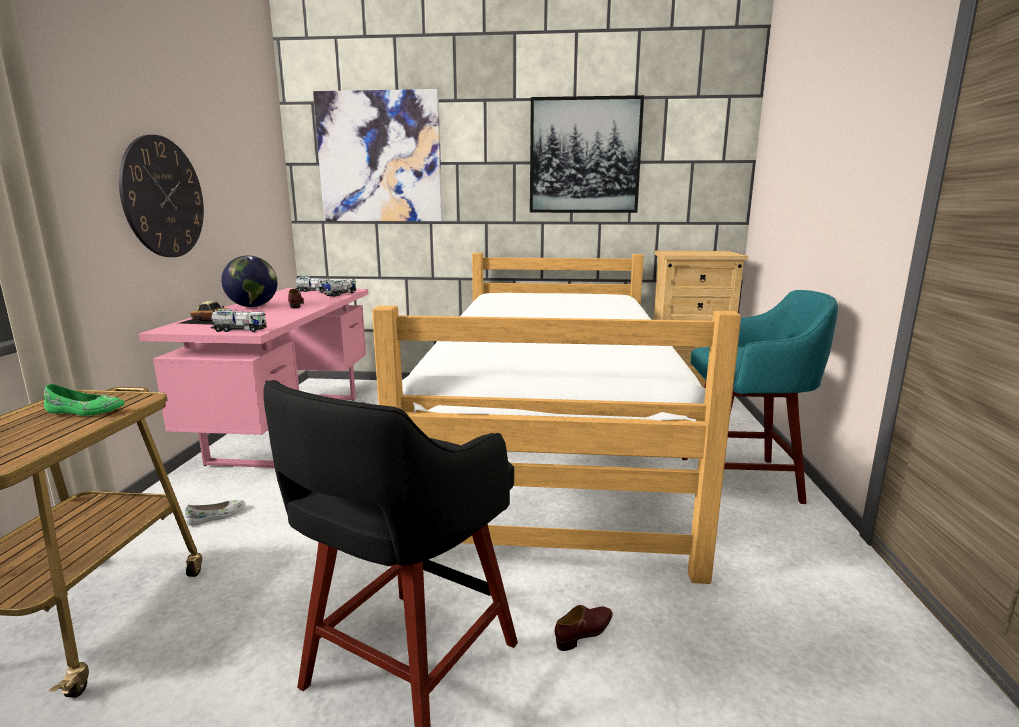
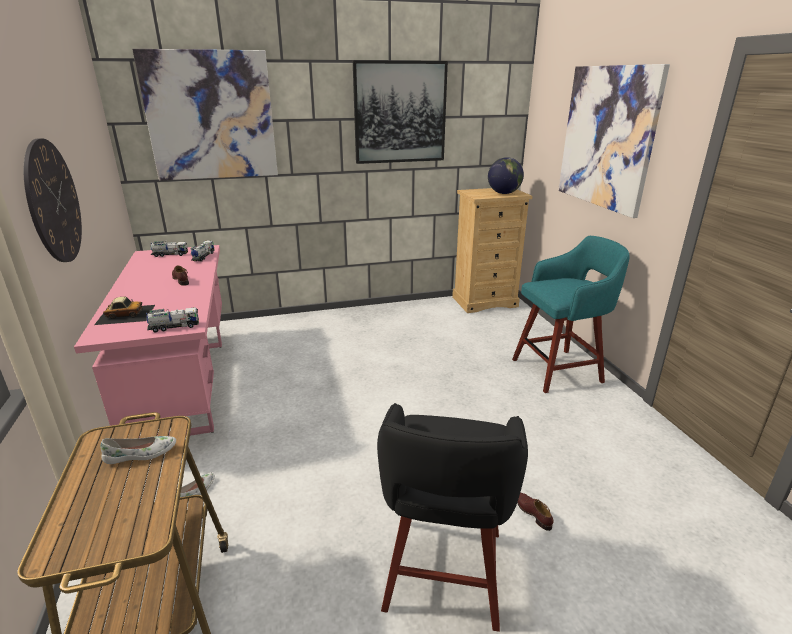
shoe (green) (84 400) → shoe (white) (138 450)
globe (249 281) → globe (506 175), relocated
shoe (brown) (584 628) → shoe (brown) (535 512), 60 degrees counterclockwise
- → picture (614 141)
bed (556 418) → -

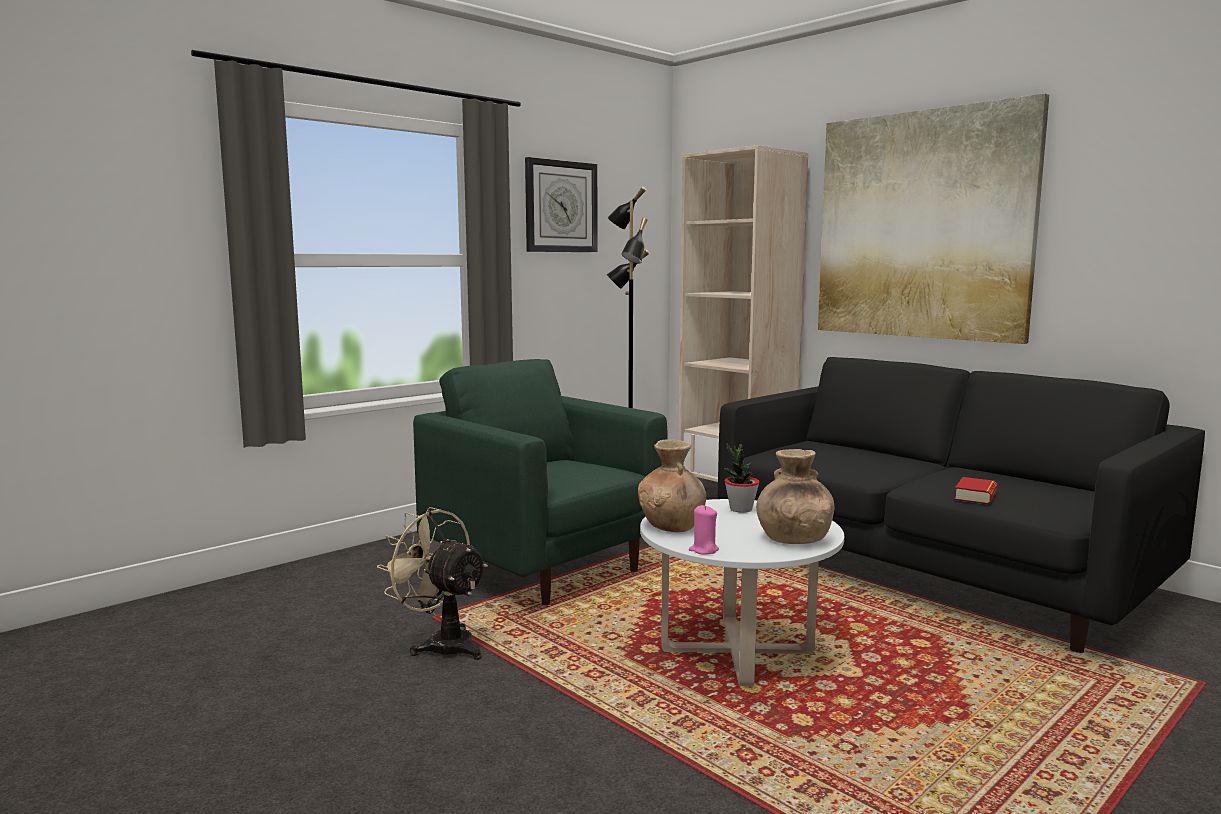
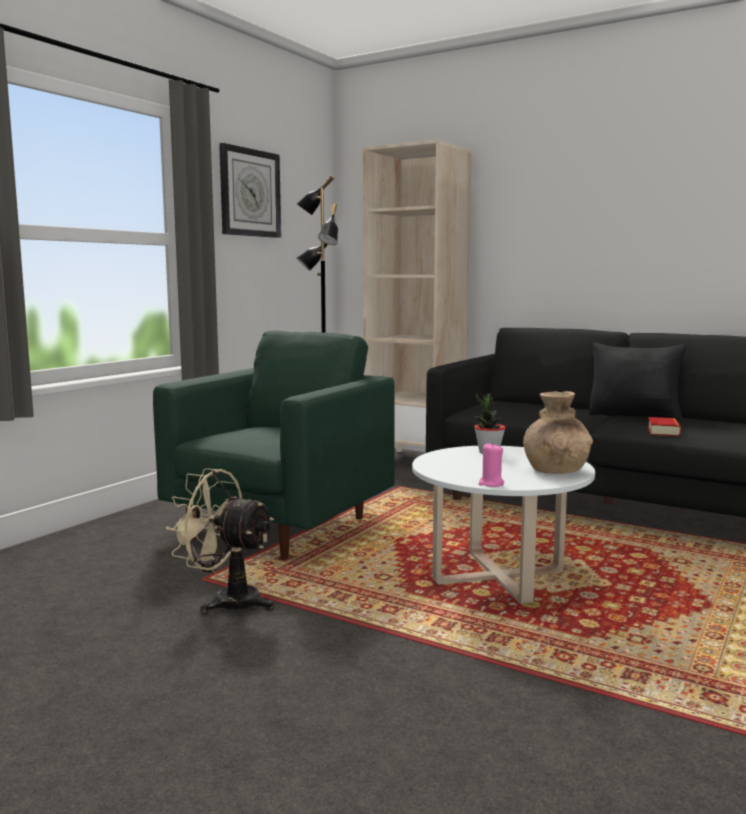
armchair (green) (540 482) → armchair (green) (273 445), 90 degrees clockwise
- → pillow (black) (637 381)
vase (brown) (672 485) → -
picture (933 218) → -

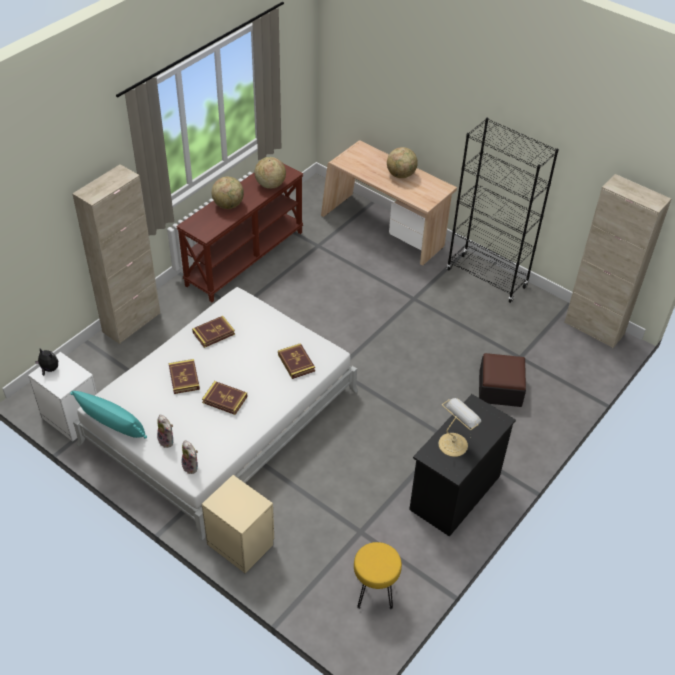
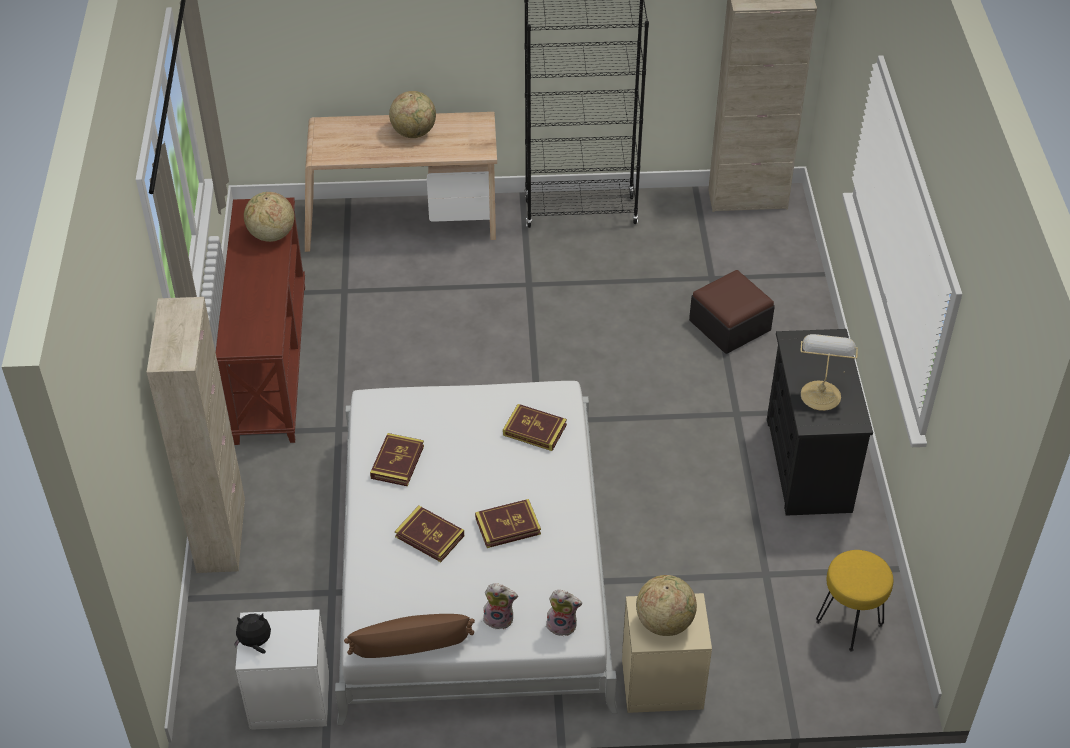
pillow (turquoise) (108 415) → pillow (brown) (409 636)
globe (228 193) → globe (666 605), relocated

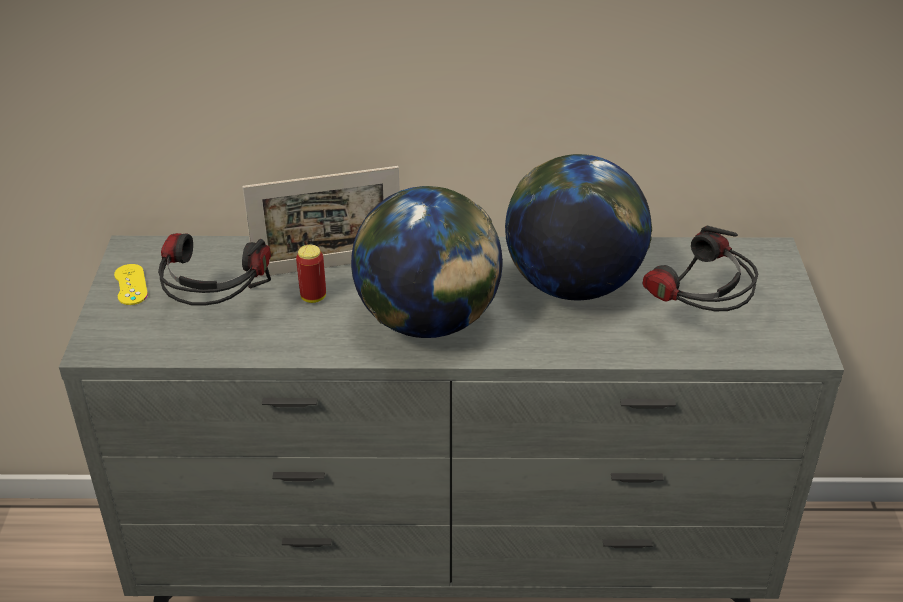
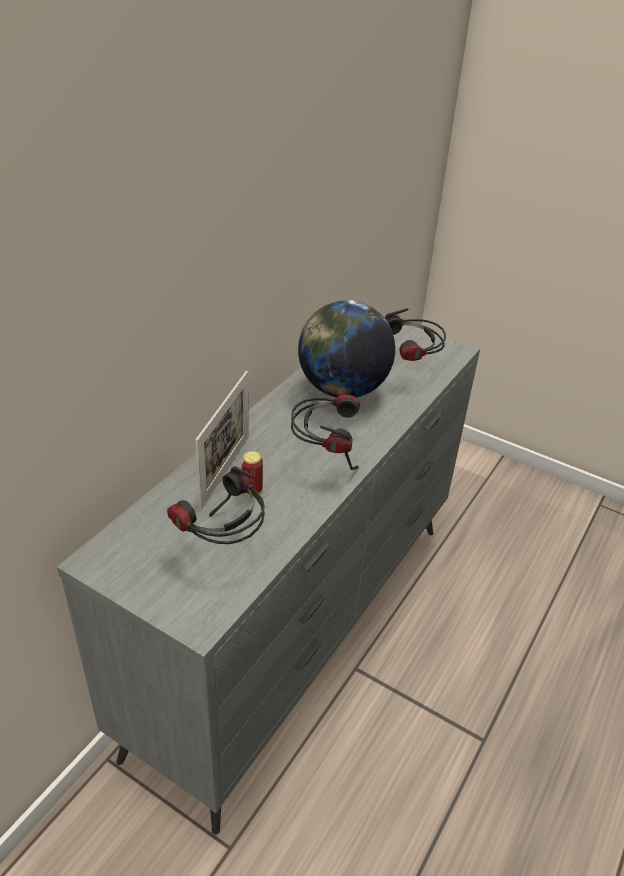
globe (427 262) → headphones (325 432)
game controller (yellow) (131 284) → -

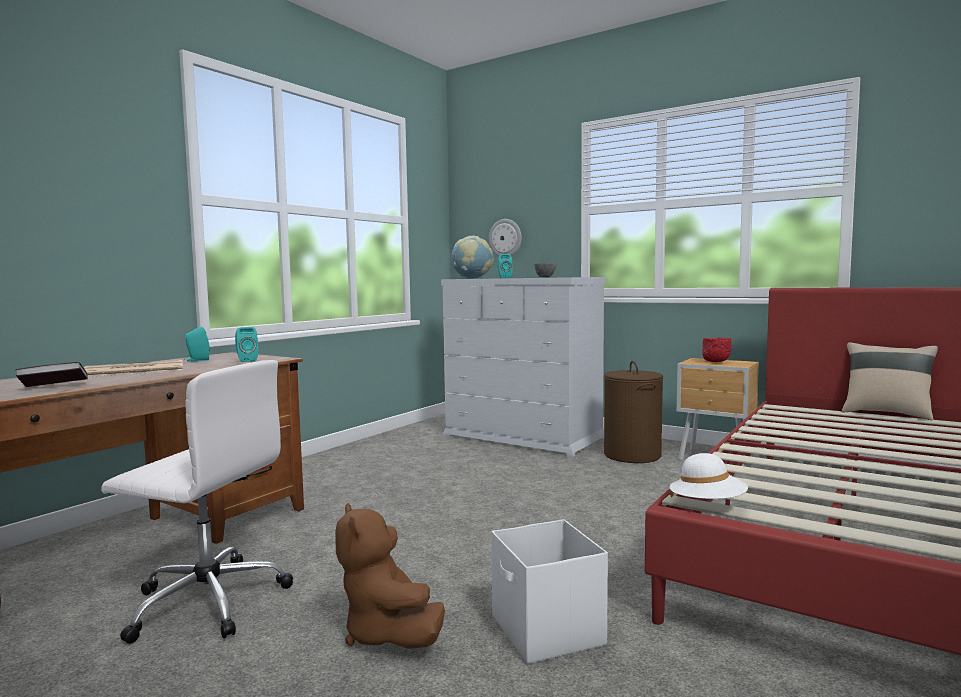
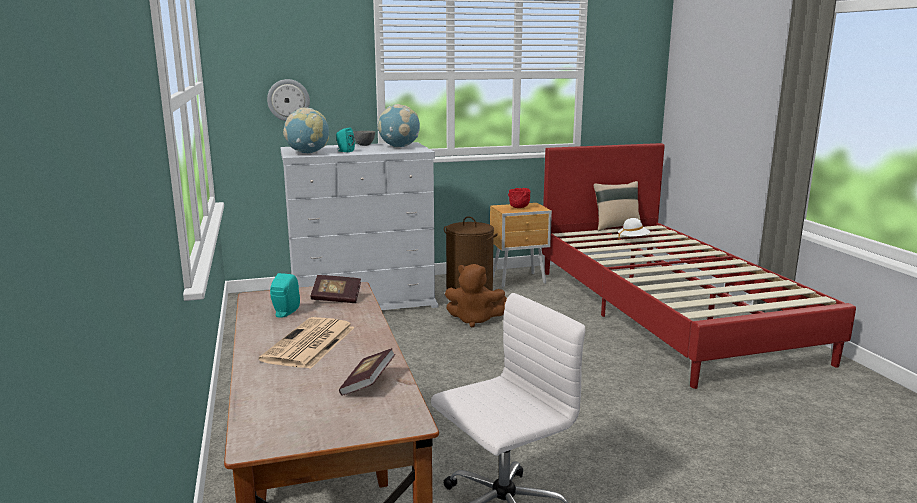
speaker (turquoise) (246 344) → book (335 289)
- → globe (398 125)
plush toy (brown) (390 576) → plush toy (brown) (476 295), relocated
hat (white) (709 476) → hat (white) (634 229), relocated
storage box (white) (549 591) → -

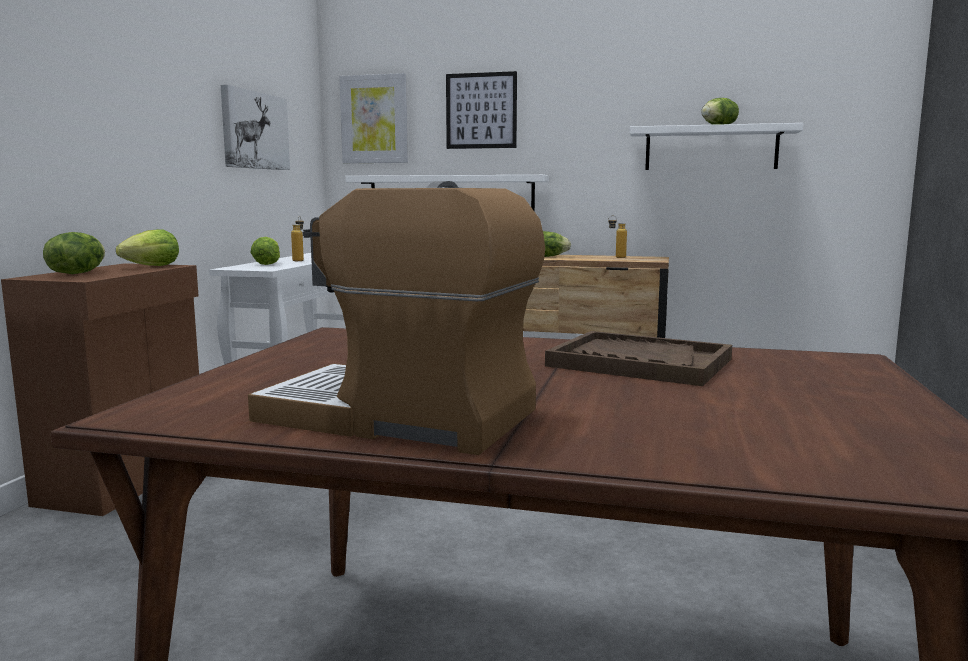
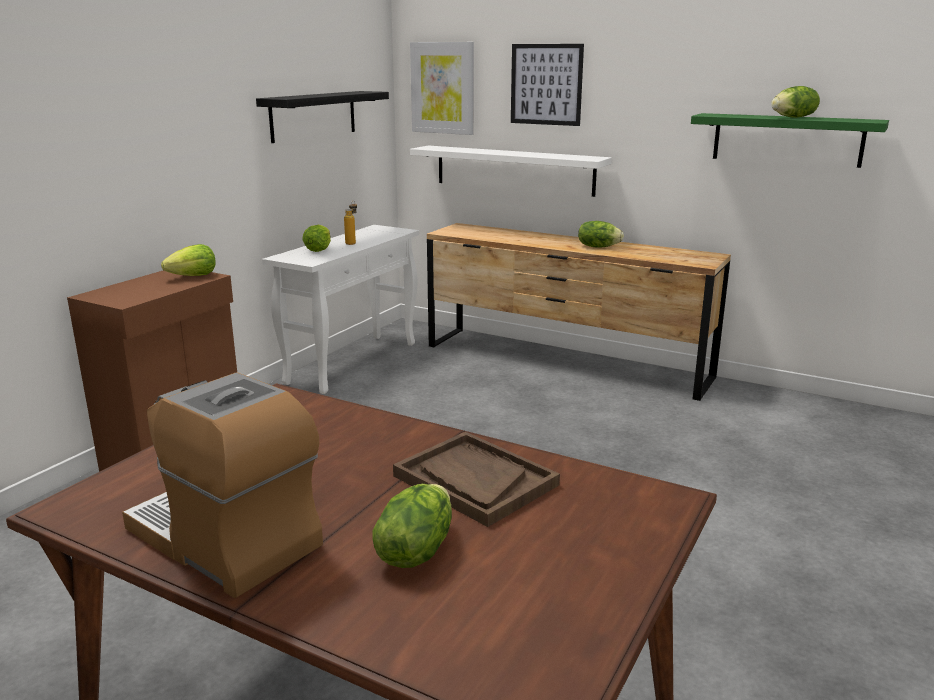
picture (255 127) → shelf (black) (322 117)
lettuce (74 253) → lettuce (412 526), relocated
shelf (white) (716 146) → shelf (green) (790 140)
bottle (617 236) → -

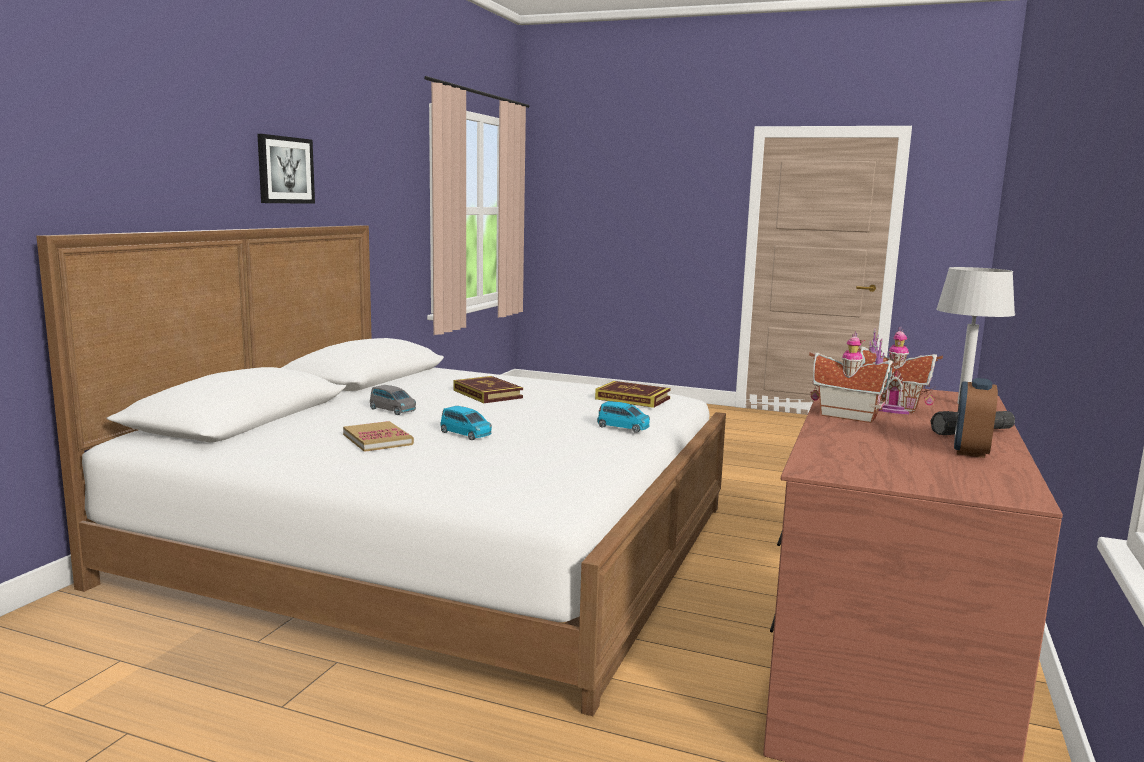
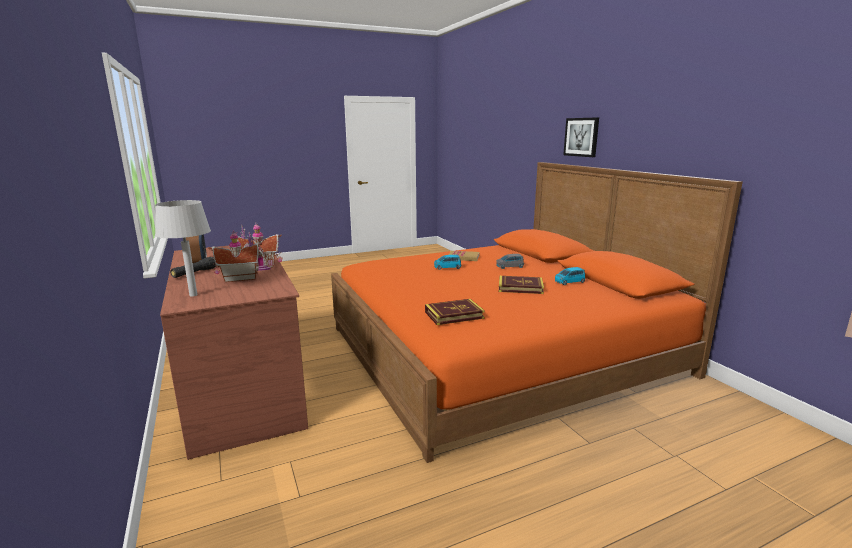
bed (white) (381 470) → bed (orange) (537 312)
toy car (blue) (623 417) → toy car (blue) (570 276), relocated
picture (286 169) → picture (581 137), relocated

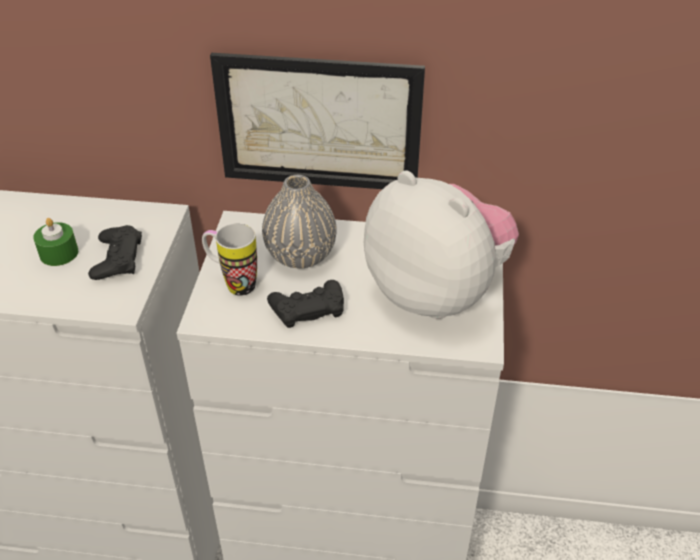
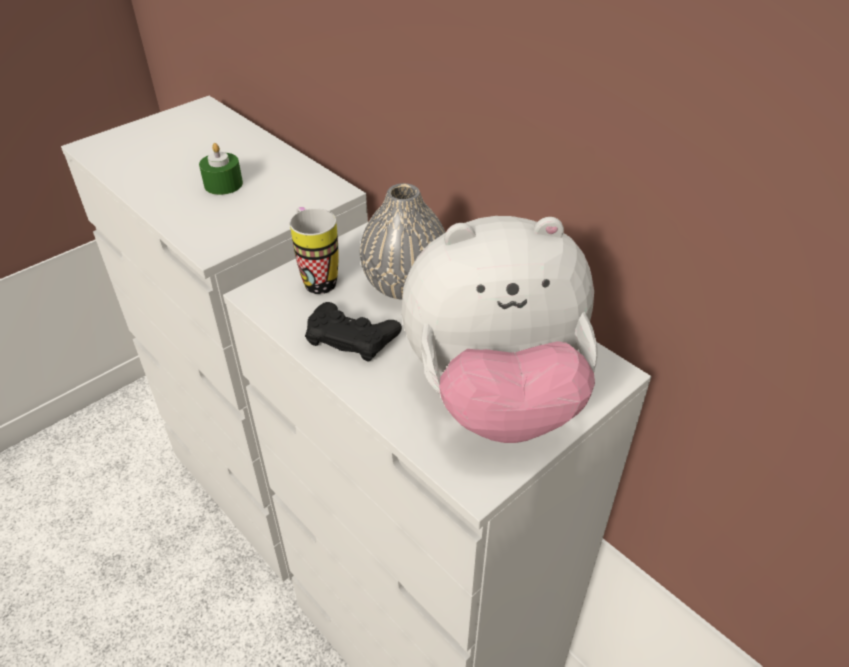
plush toy (441 245) → plush toy (499 329), 90 degrees clockwise
game controller (black) (115 252) → -
picture (317 121) → -

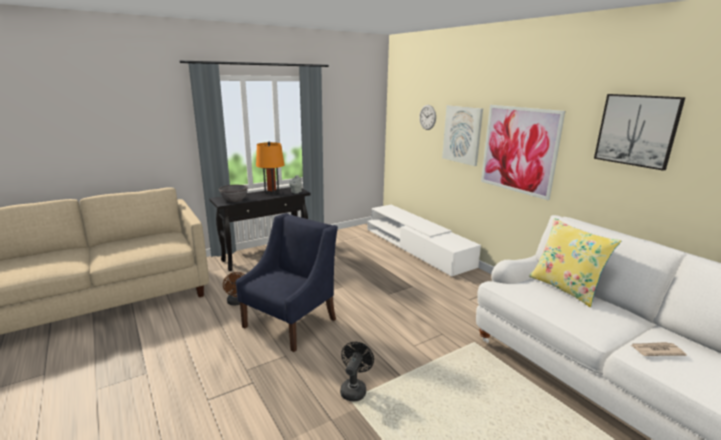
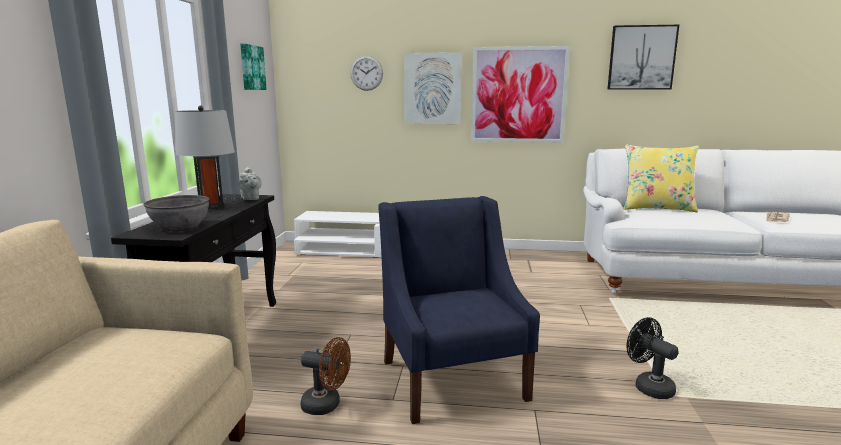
table lamp (orange) (270 168) → table lamp (grey) (205 157)
- → picture (253 66)

